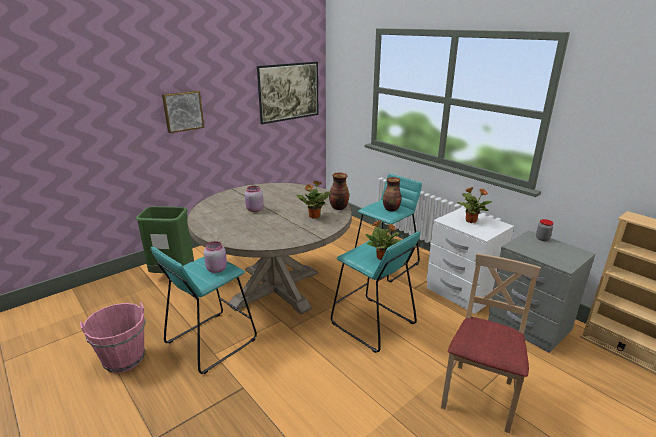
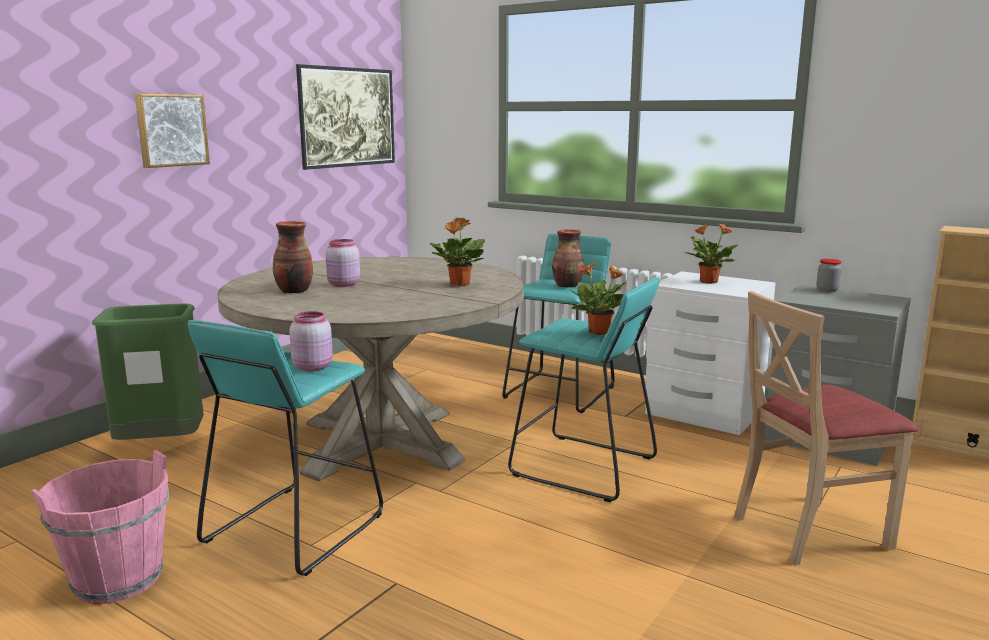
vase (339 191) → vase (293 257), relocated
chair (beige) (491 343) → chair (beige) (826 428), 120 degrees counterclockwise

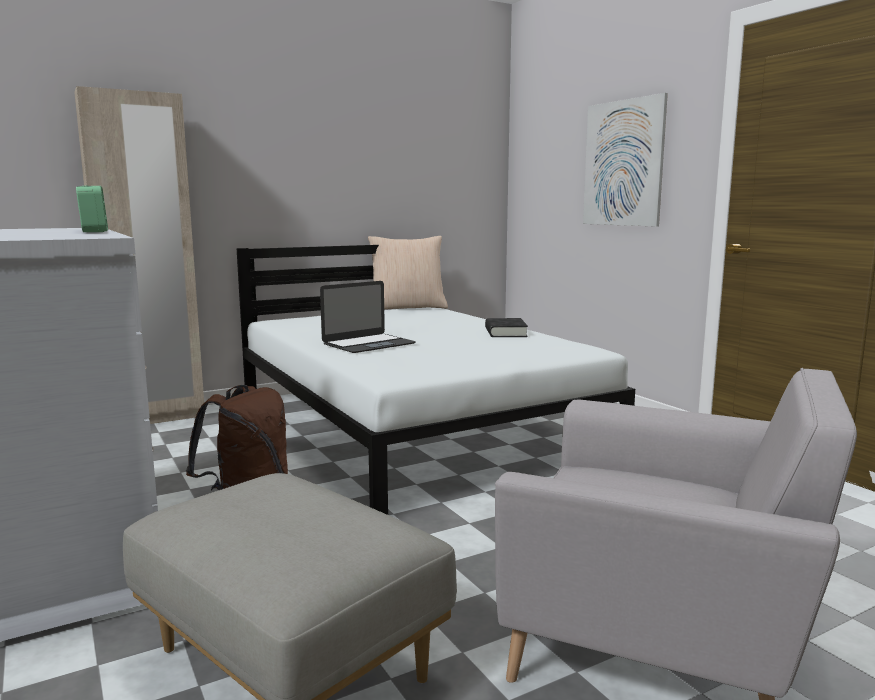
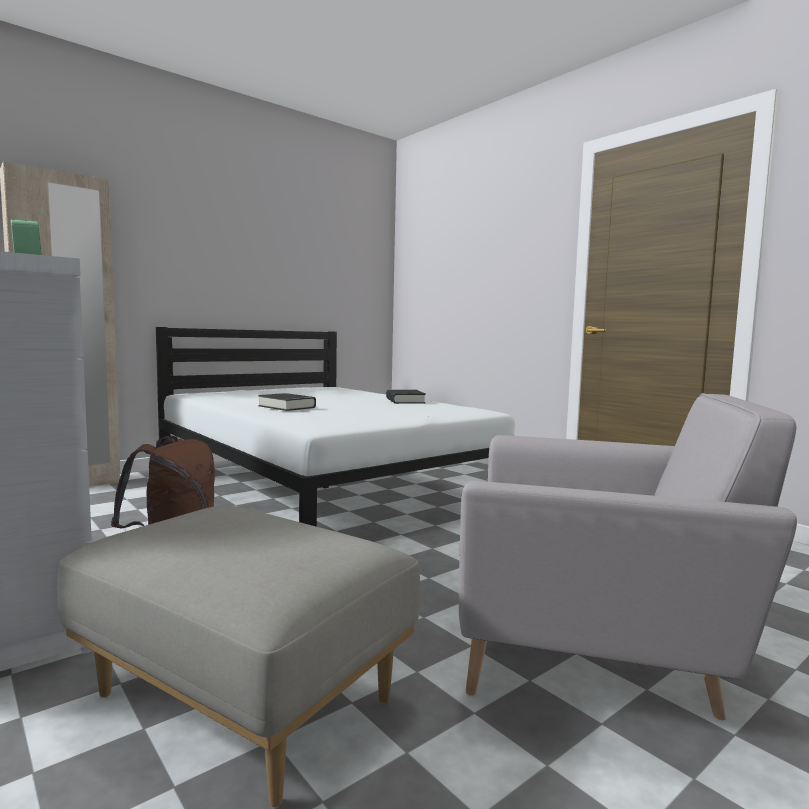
laptop (368 317) → book (black) (287 402)
pillow (beige) (408 272) → -
picture (625 160) → -

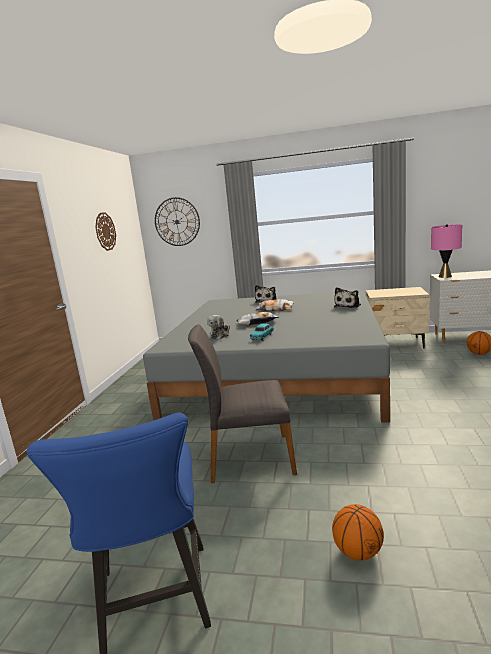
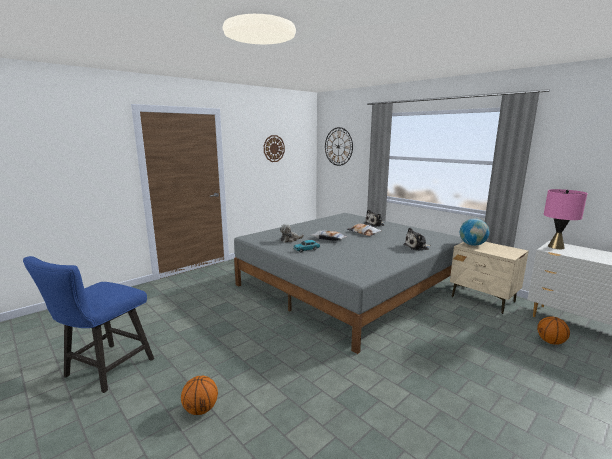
- → globe (475 232)
chair (grey) (242 403) → -

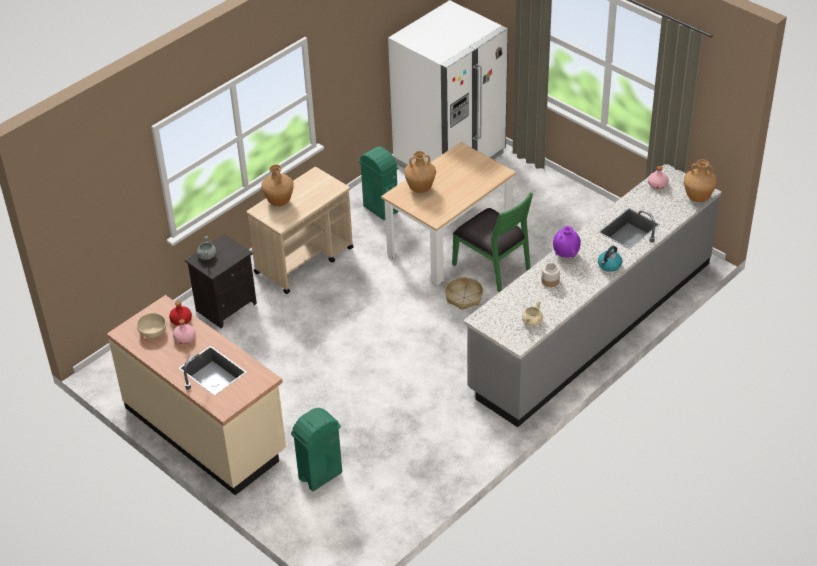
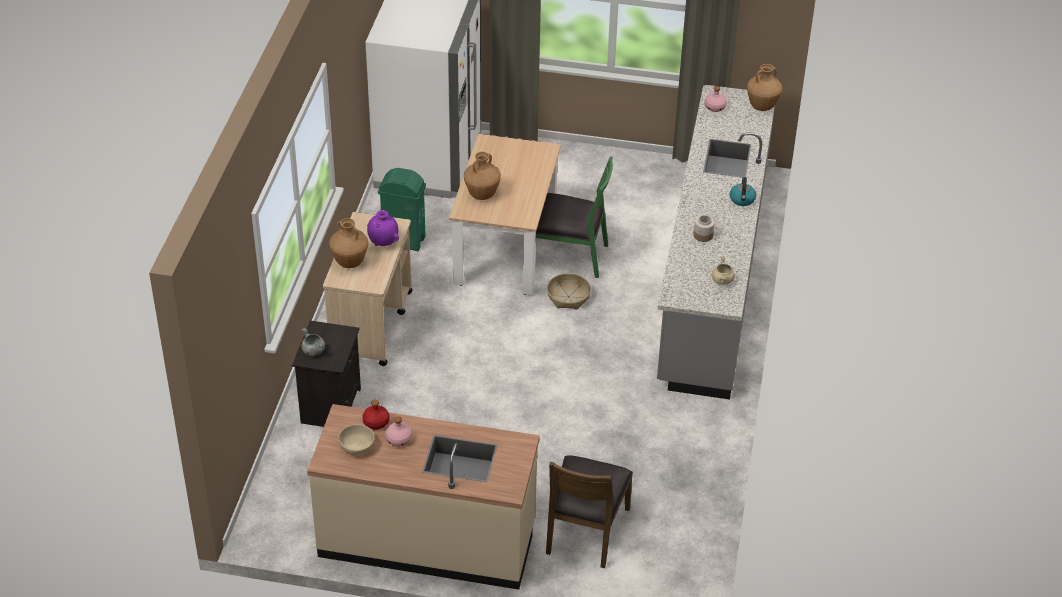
vase (purple) (567 242) → vase (purple) (383 228), relocated
trash can (green) (316 449) → chair (brown) (589 511)

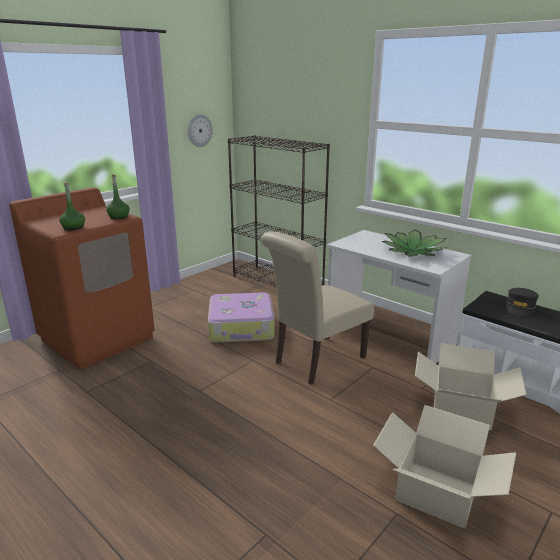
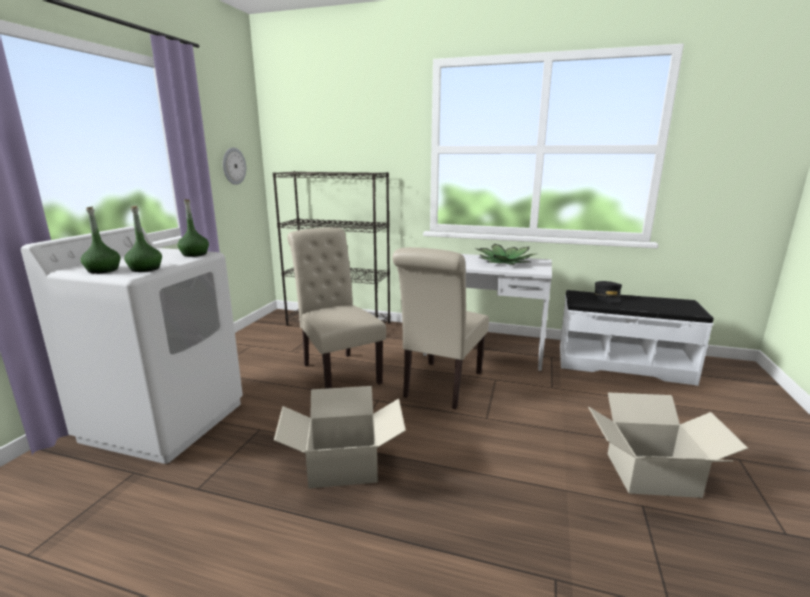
washing machine (brown) (82 278) → washing machine (white) (132 345)
- → bottle (green) (100 240)
cardboard box (470 386) → cardboard box (340 437), relocated
suitcase (241 318) → chair (beige) (336 308)

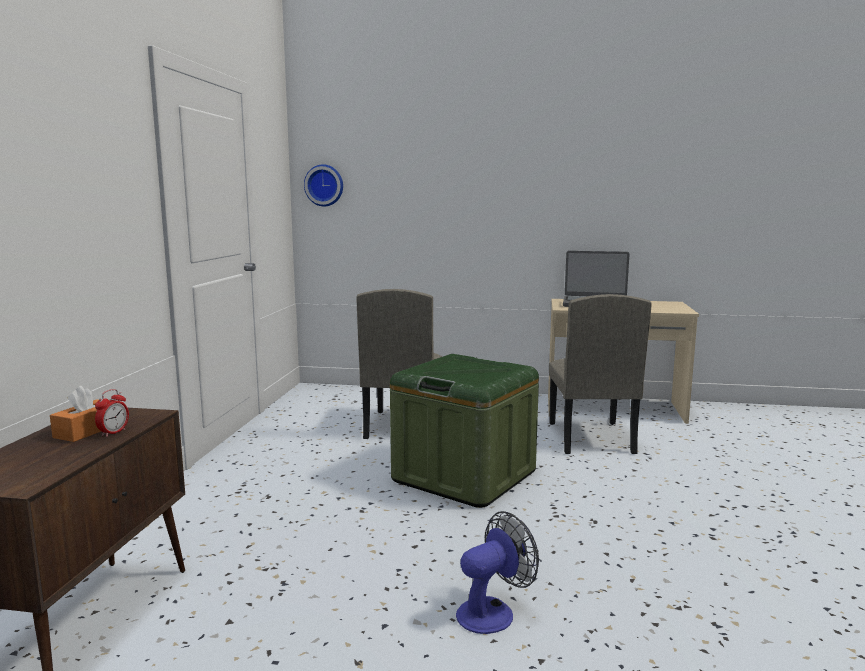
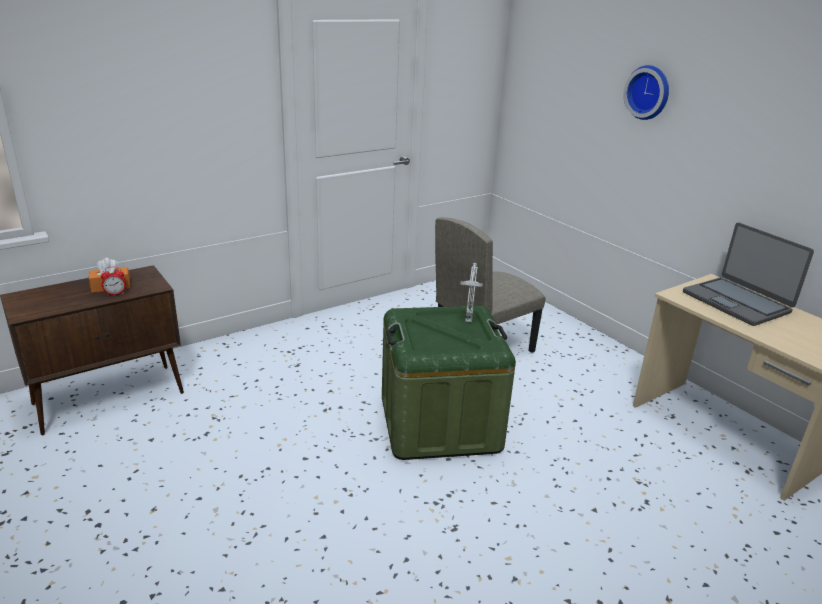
- → table lamp (grey) (471 292)
wall clock (323 185) → wall clock (646 92), relocated
fan (497 572) → -
chair (beige) (600 374) → -

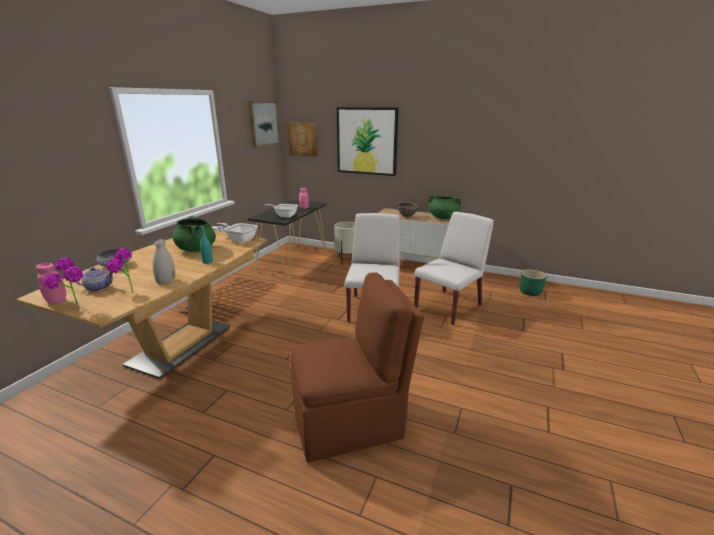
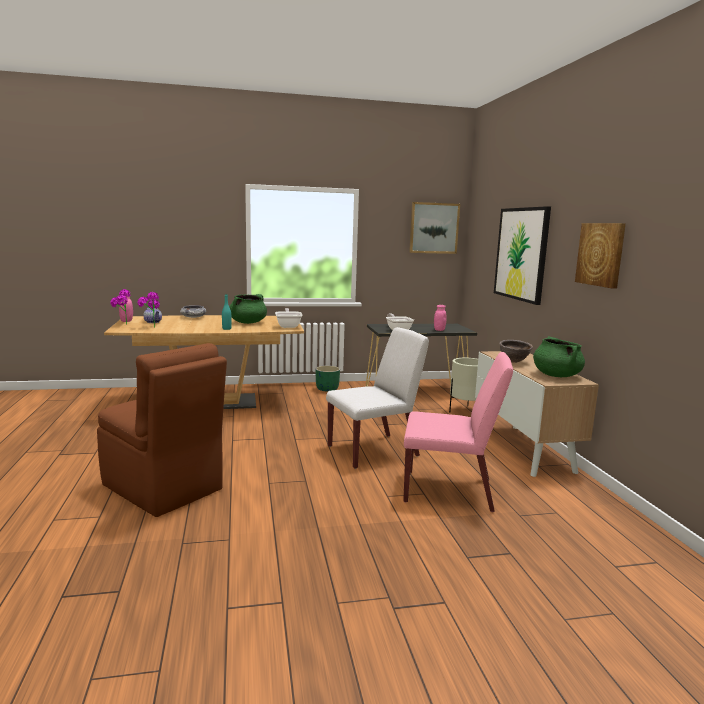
planter (green) (533 282) → planter (green) (328 379), relocated
chair (white) (454 268) → chair (pink) (458 432)
picture (302 139) → picture (600 256), relocated
vase (white) (163 262) → -

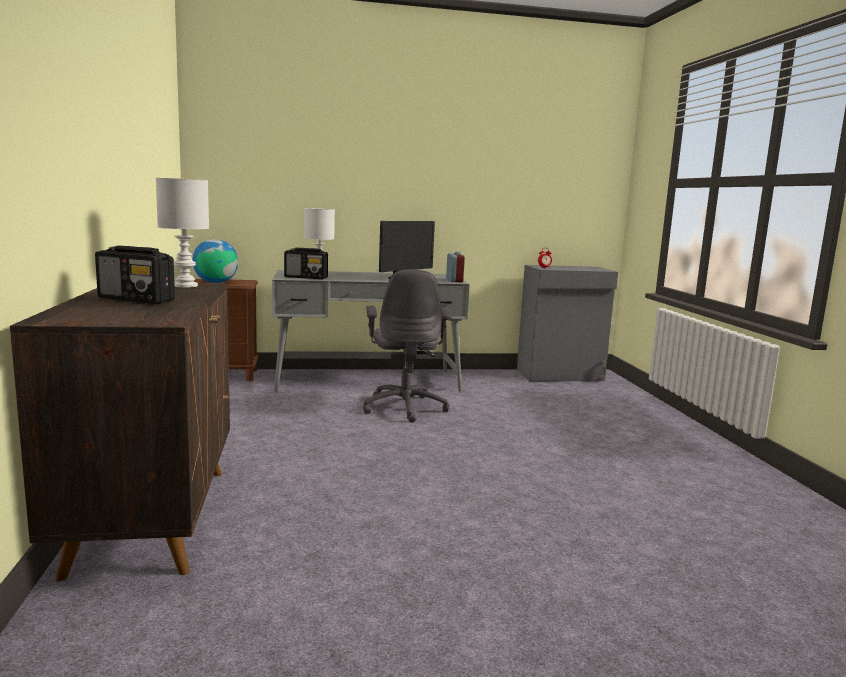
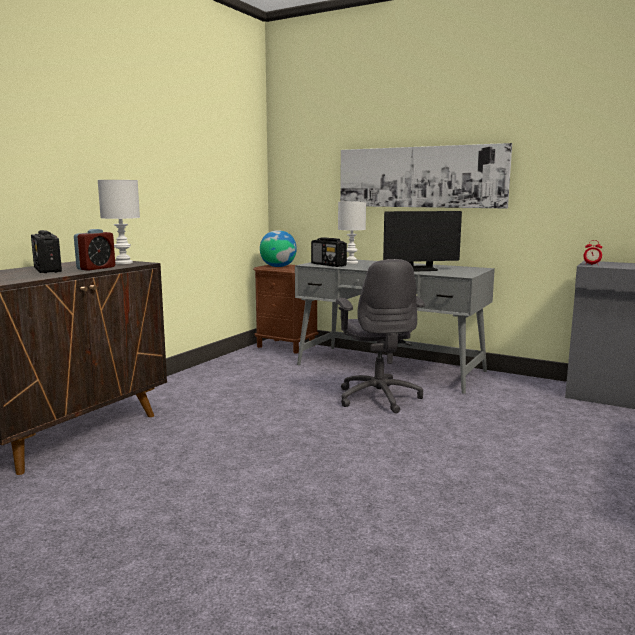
alarm clock (455 267) → alarm clock (94 250), relocated
office chair (grey) (407 346) → office chair (grey) (380 336), 45 degrees counterclockwise
- → picture (426 175)

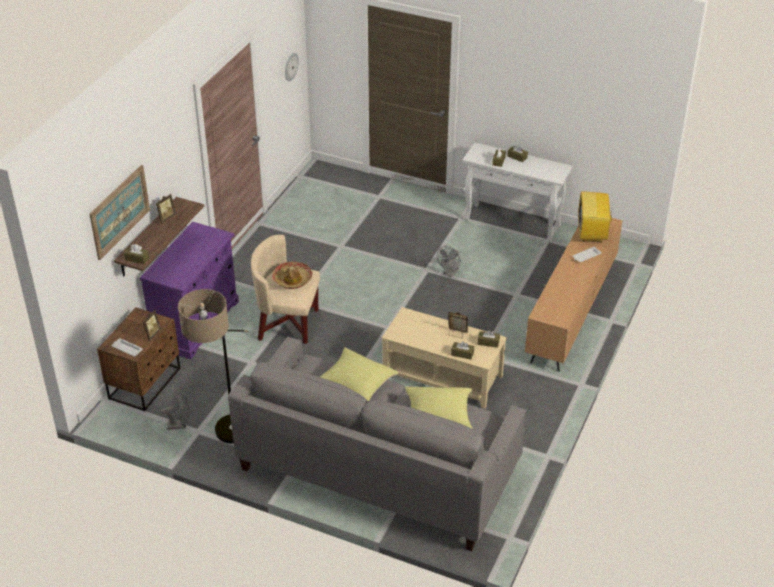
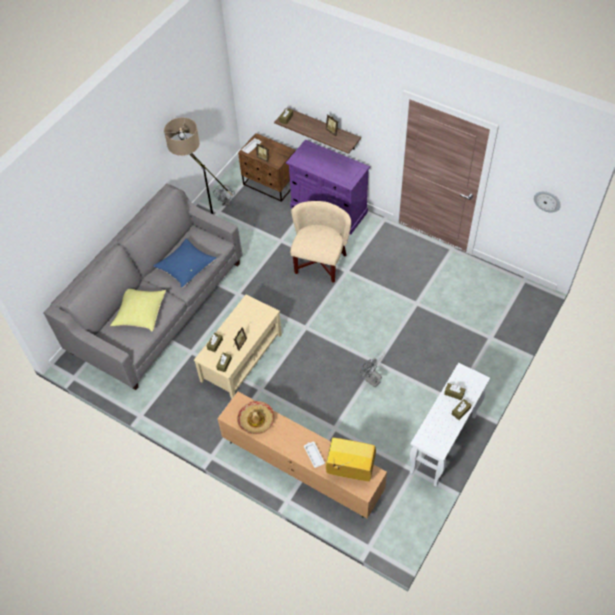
pillow (yellow) (359 374) → pillow (blue) (185 263)
hat (292 275) → hat (255 417), relocated
picture (119 212) → -

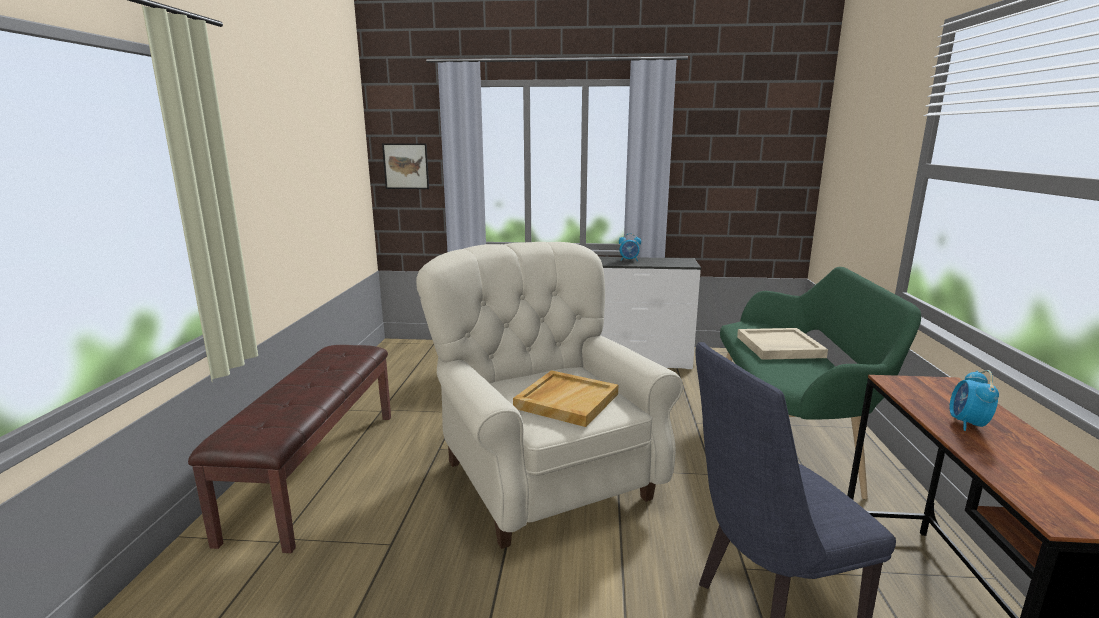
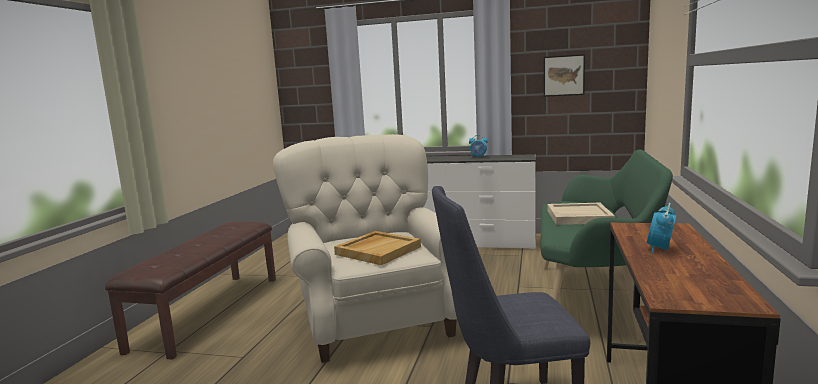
picture (405 166) → picture (564 75), relocated

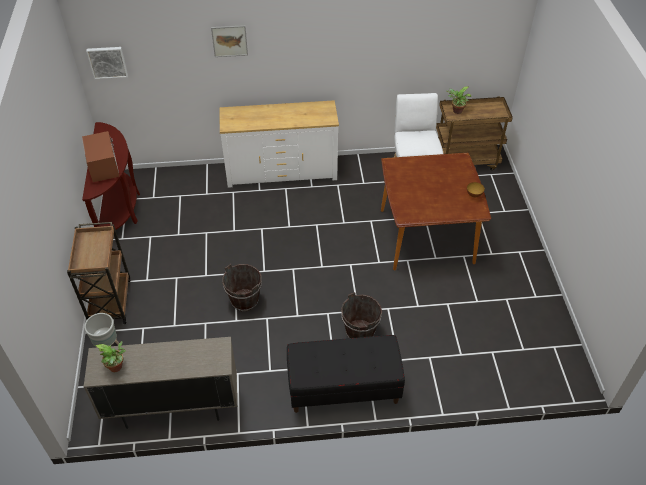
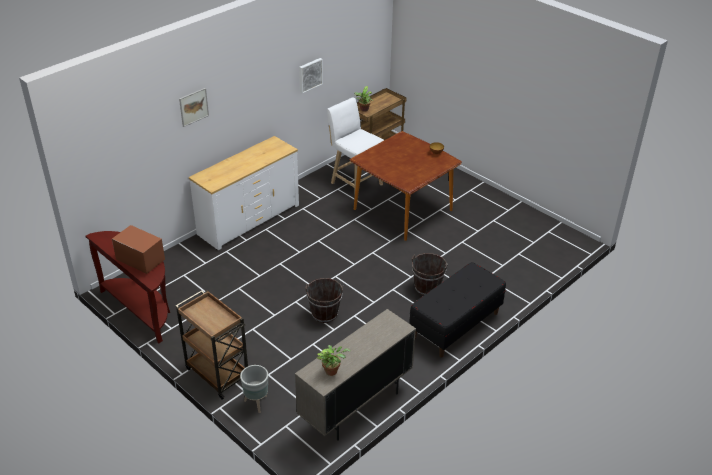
picture (107 63) → picture (311 76), relocated

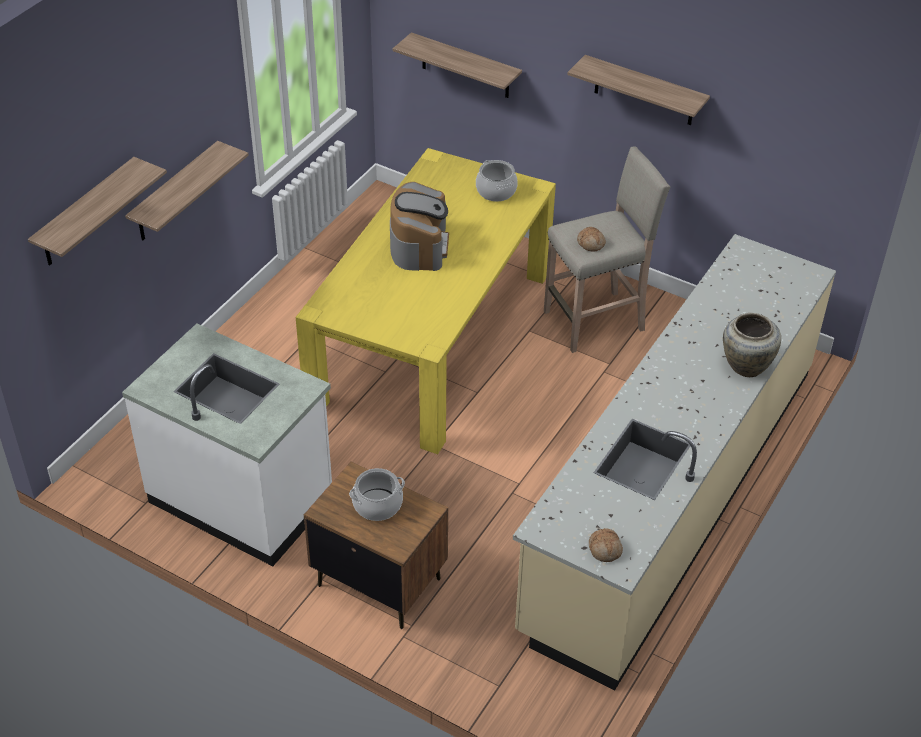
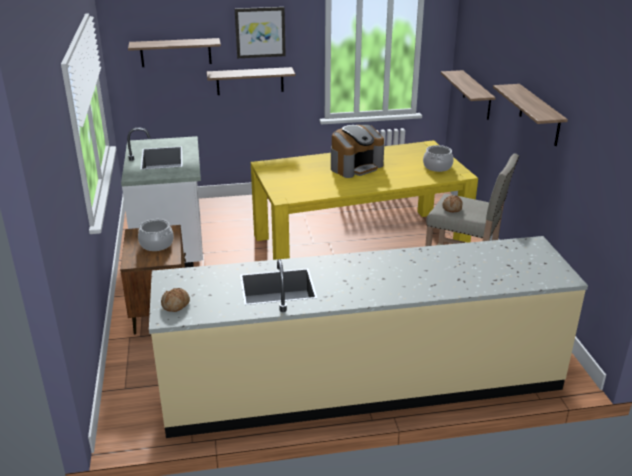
- → picture (260 32)
vase (beige) (752 345) → -

